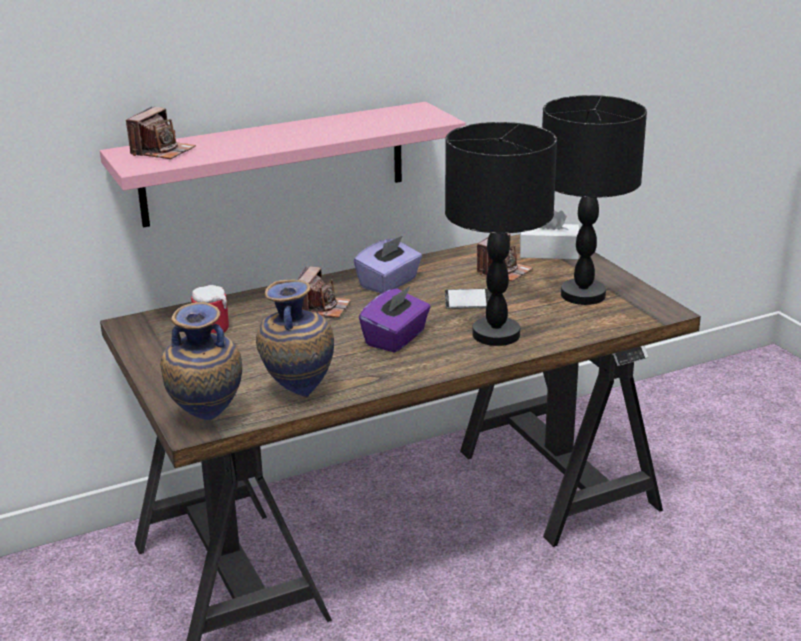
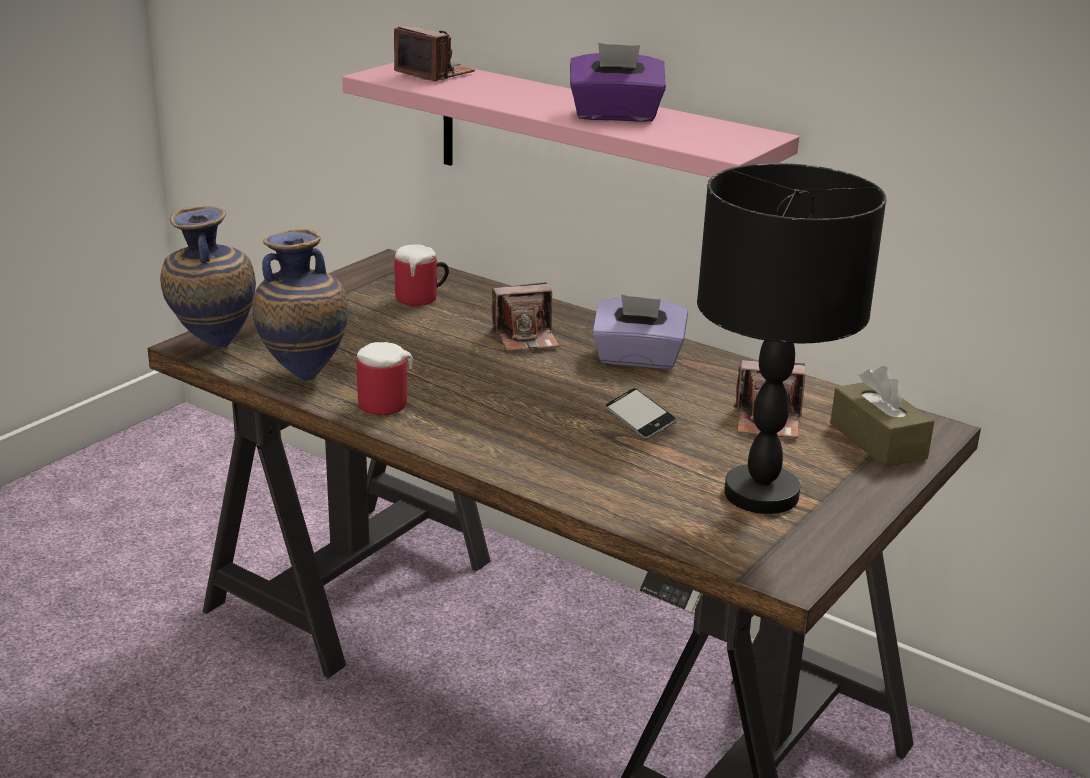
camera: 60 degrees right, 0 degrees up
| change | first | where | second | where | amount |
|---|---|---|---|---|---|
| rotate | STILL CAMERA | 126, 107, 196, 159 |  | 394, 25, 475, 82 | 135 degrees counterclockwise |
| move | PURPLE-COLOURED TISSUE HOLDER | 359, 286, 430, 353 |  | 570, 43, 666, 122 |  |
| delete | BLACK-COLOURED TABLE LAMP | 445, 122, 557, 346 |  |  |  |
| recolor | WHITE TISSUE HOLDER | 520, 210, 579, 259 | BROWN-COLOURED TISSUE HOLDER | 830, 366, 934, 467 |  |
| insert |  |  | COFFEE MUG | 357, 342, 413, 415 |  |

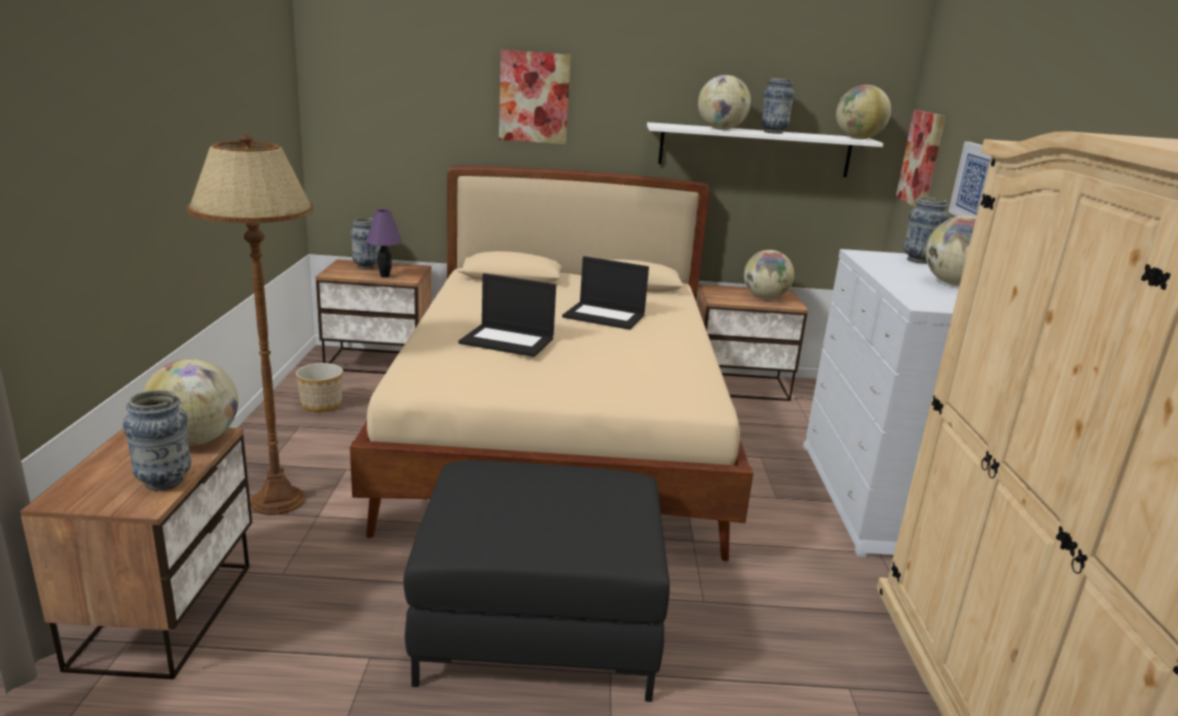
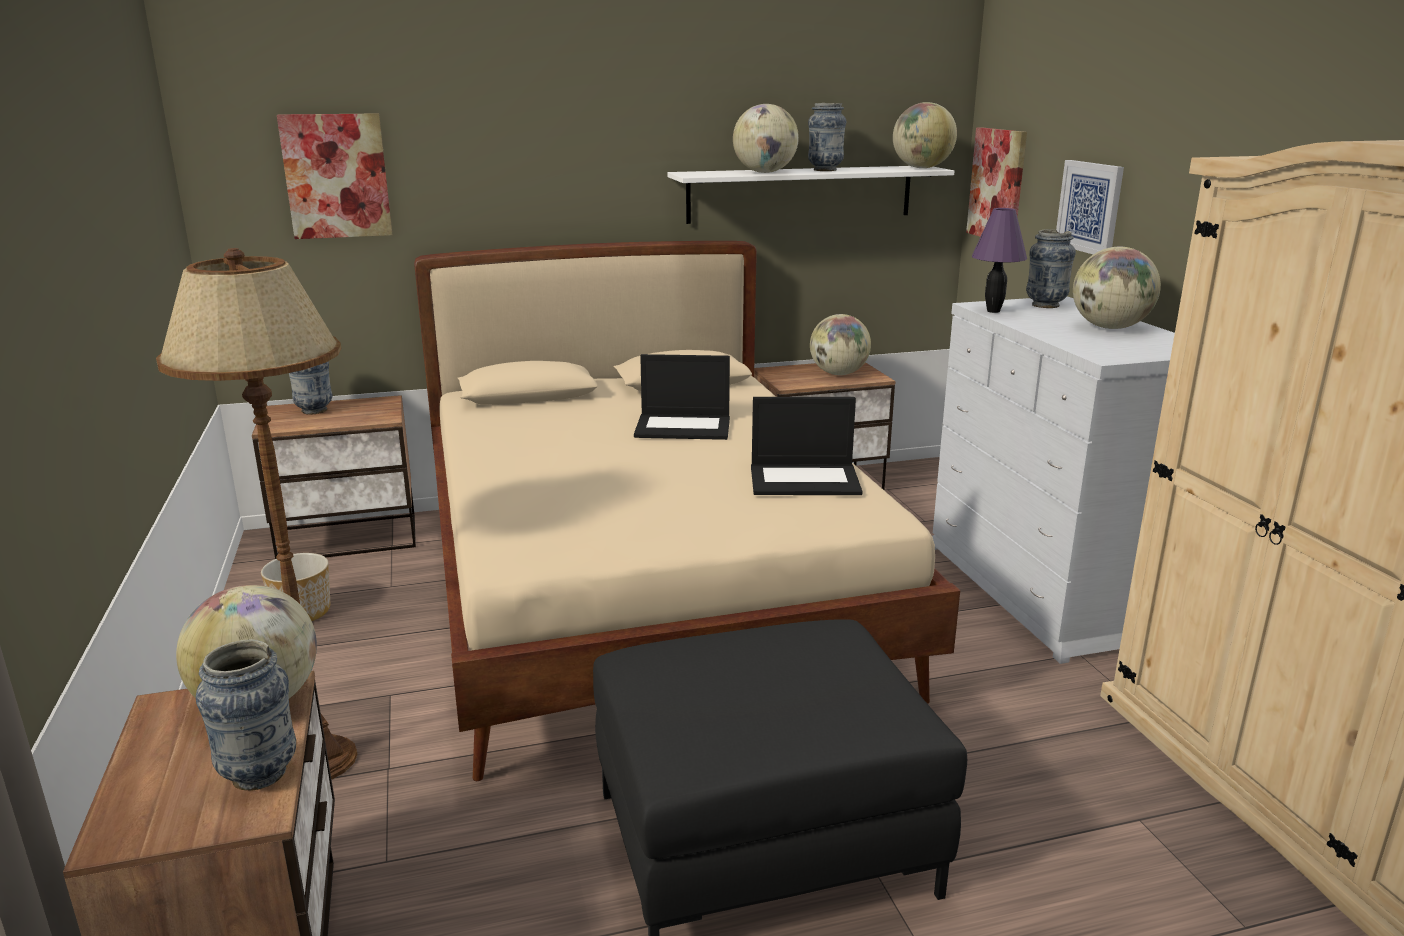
camera: 15 degrees left, 0 degrees up
| change | first | where | second | where | amount |
|---|---|---|---|---|---|
| move | PURPLE-COLOURED TABLE LAMP | 366, 209, 402, 278 |  | 972, 208, 1027, 313 |  |
| move | LAPTOP | 458, 273, 556, 357 |  | 751, 397, 863, 495 |  |
| move | WALL PICTURE | 499, 50, 571, 144 |  | 277, 113, 392, 239 |  |

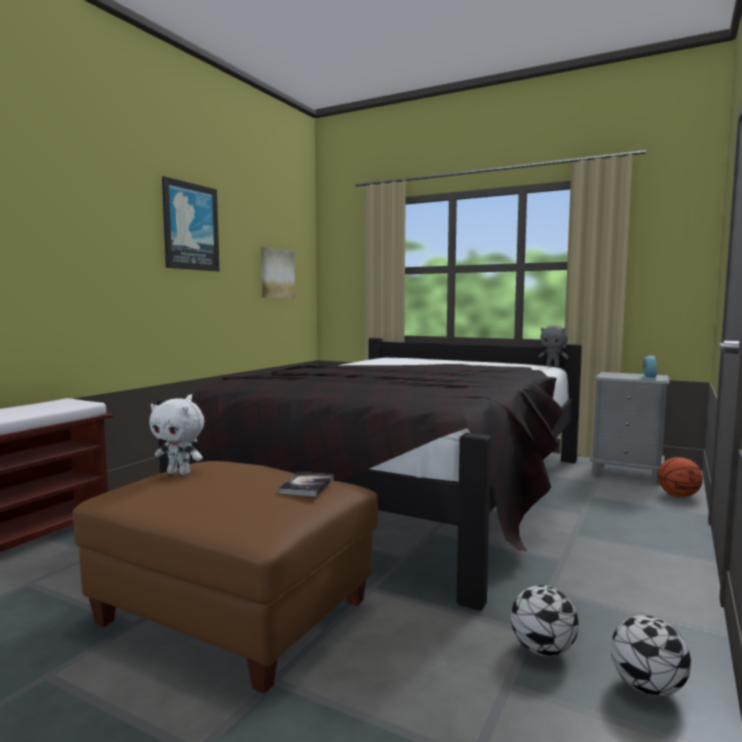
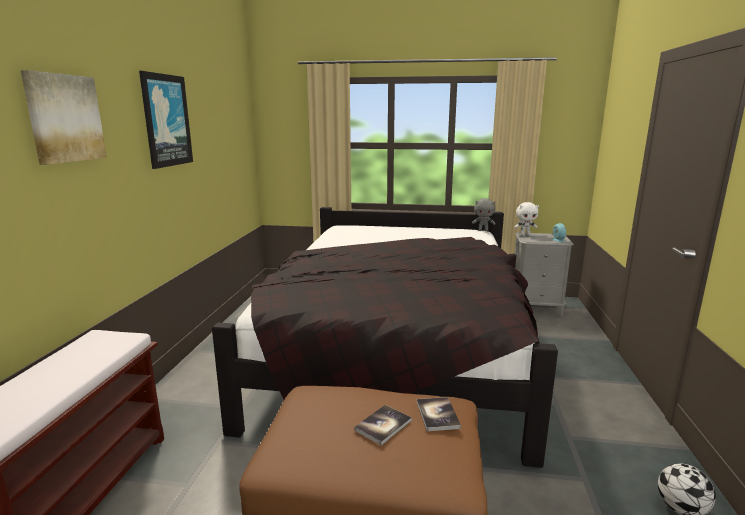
camera: 20 degrees left, 10 degrees up
| change | first | where | second | where | amount |
|---|---|---|---|---|---|
| move | WHITE SOFT TOY | 149, 399, 204, 475 |  | 514, 202, 539, 235 |  |
| move | WALL PICTURE | 261, 247, 295, 298 |  | 20, 70, 107, 165 |  |
| delete | BALL FOR FOOTBALL | 511, 585, 579, 656 |  |  |  |
| delete | BASKETBALL | 658, 457, 703, 497 |  |  |  |
| insert |  |  | BOUND BOOK | 354, 405, 412, 446 |  |

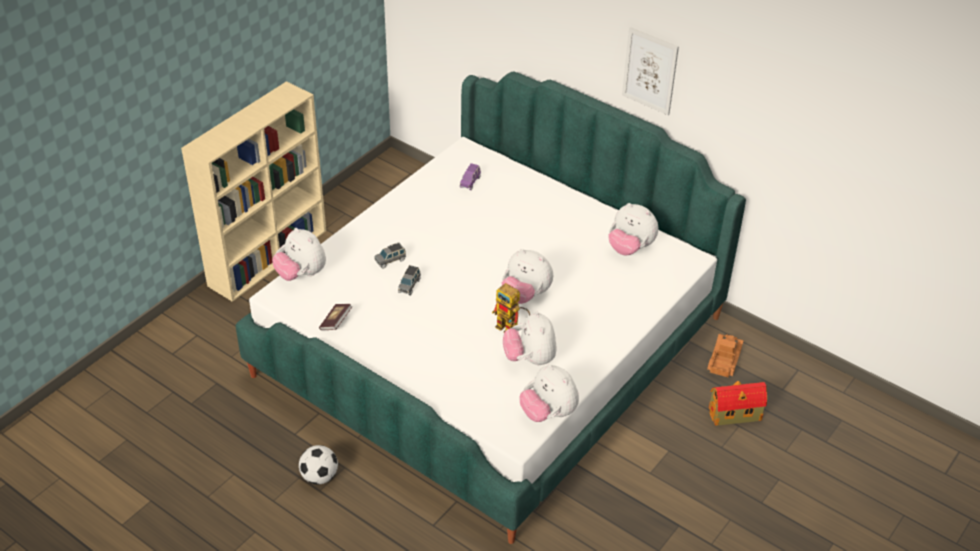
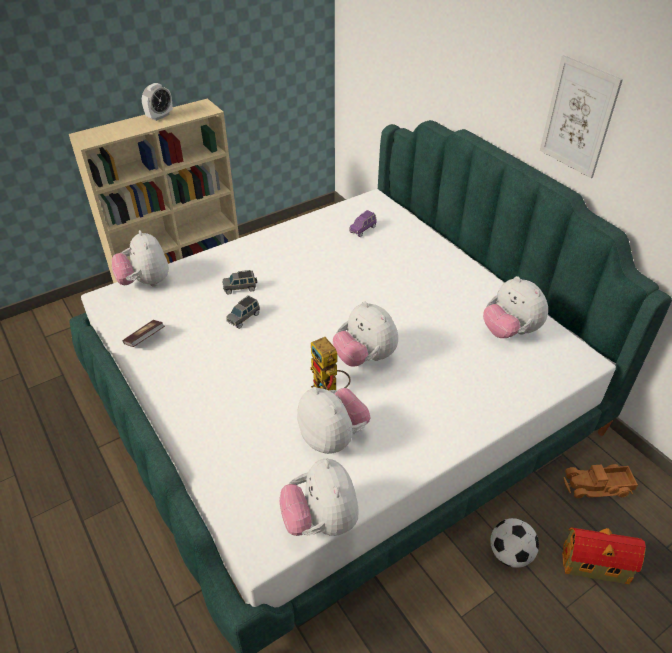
camera: 20 degrees right, 0 degrees up
| change | first | where | second | where | amount |
|---|---|---|---|---|---|
| move | BALL FOR FOOTBALL | 299, 445, 338, 484 |  | 490, 518, 539, 568 |  |
| rotate | SOFT TOY | 503, 312, 557, 365 |  | 297, 387, 371, 454 | 135 degrees clockwise |
| rotate | TOY LORRY | 707, 334, 744, 377 |  | 563, 464, 638, 498 | 135 degrees counterclockwise |
| insert |  |  | ALARM CLOCK | 142, 83, 173, 121 |  |

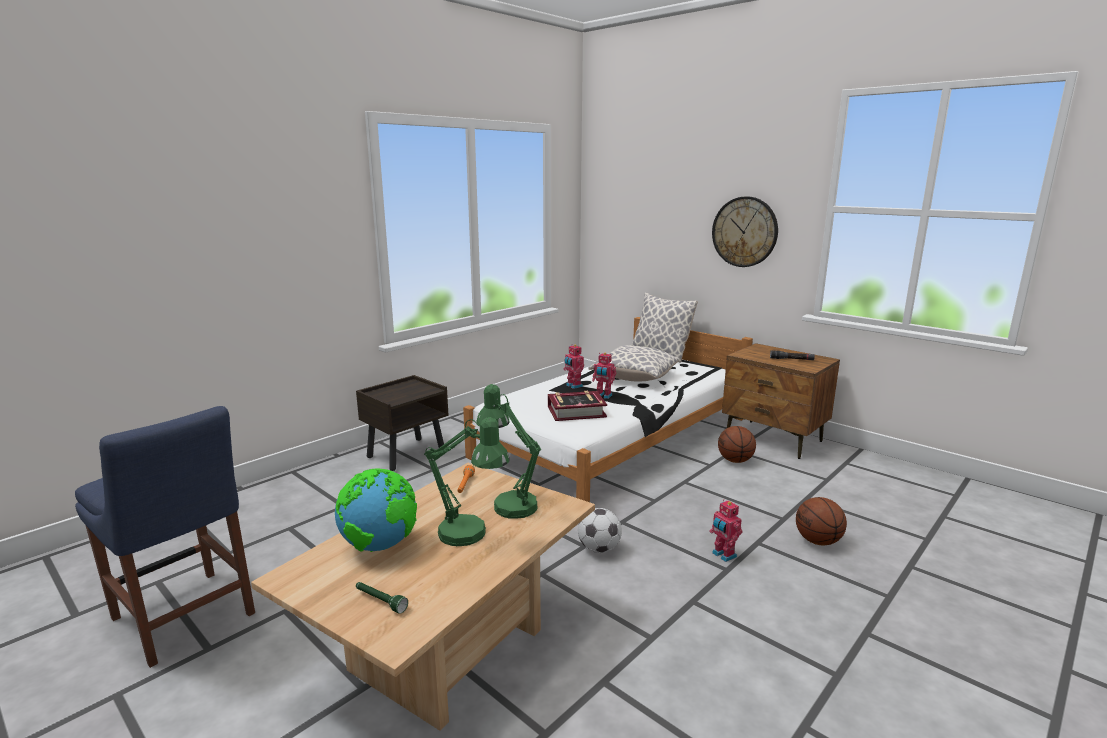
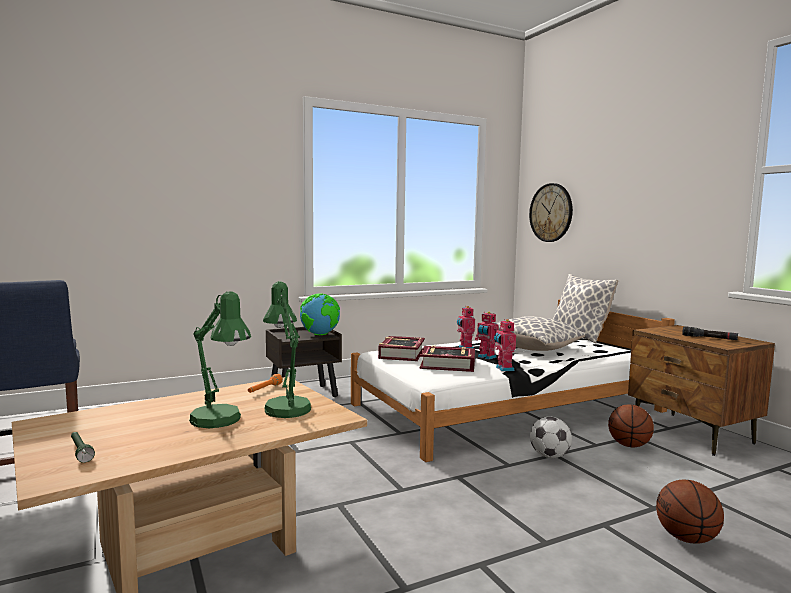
camera: 20 degrees right, 10 degrees down
| change | first | where | second | where | amount |
|---|---|---|---|---|---|
| move | WORLD GLOBE | 335, 469, 417, 552 |  | 300, 293, 340, 335 |  |
| move | BALL FOR FOOTBALL | 578, 508, 622, 553 |  | 530, 417, 572, 458 |  |
| move | MODEL ROBOT | 710, 499, 743, 562 |  | 494, 319, 516, 371 |  |
| move | HANGING CLOCK | 712, 196, 778, 267 |  | 529, 183, 573, 242 |  |
| insert |  |  | BOUND BOOK | 378, 336, 425, 361 |  |

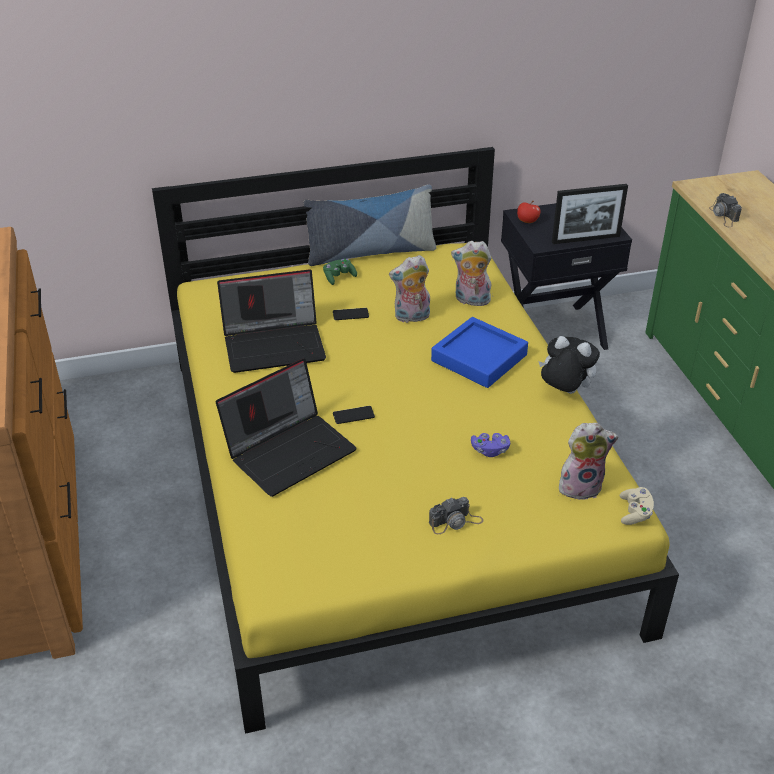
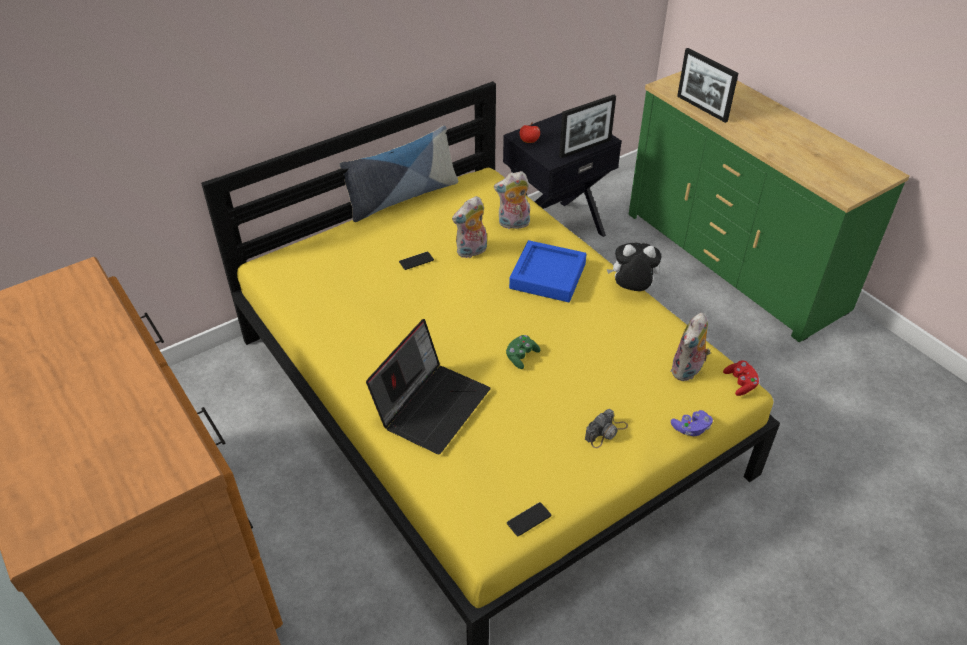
camera: 20 degrees left, 5 degrees up
| change | first | where | second | where | amount |
|---|---|---|---|---|---|
| delete | LAPTOP | 217, 269, 326, 373 |  |  |  |
| move | GREEN GAME CONTROLLER | 323, 259, 357, 285 |  | 506, 335, 540, 369 |  |
| move | PHONE | 333, 406, 375, 424 |  | 507, 502, 551, 536 |  |
| move | PURPLE-COLOURED GAME CONTROLLER | 471, 433, 510, 457 |  | 671, 410, 713, 436 |  |
| rotate | SOFT TOY | 559, 423, 618, 500 |  | 671, 313, 711, 381 | 150 degrees clockwise |
| recolor | BEIGE GAME CONTROLLER | 620, 487, 654, 525 | RED GAME CONTROLLER | 723, 360, 759, 396 |  |
| replace | STILL CAMERA | 709, 193, 742, 227 | PICTURE FRAME | 677, 48, 739, 123 |  |

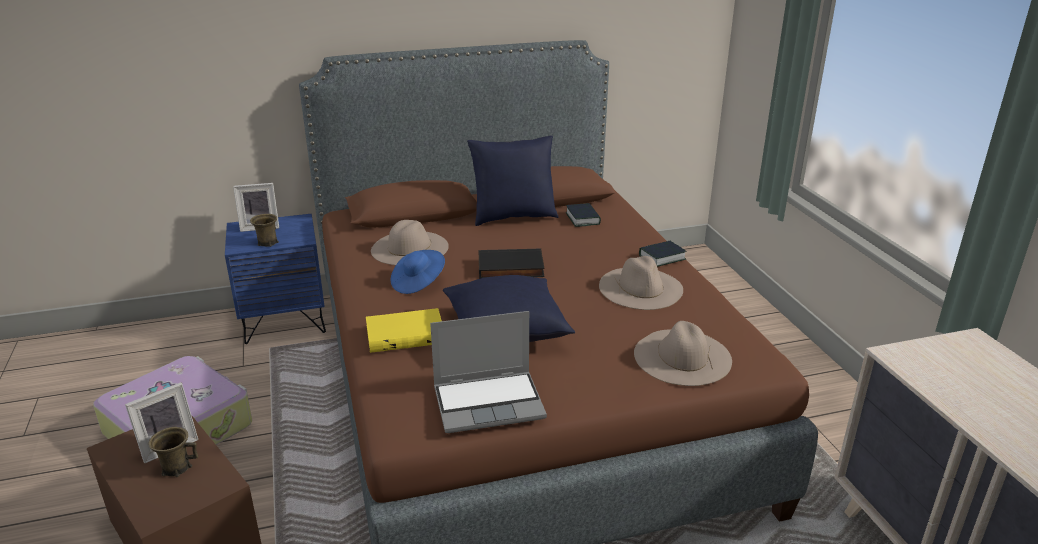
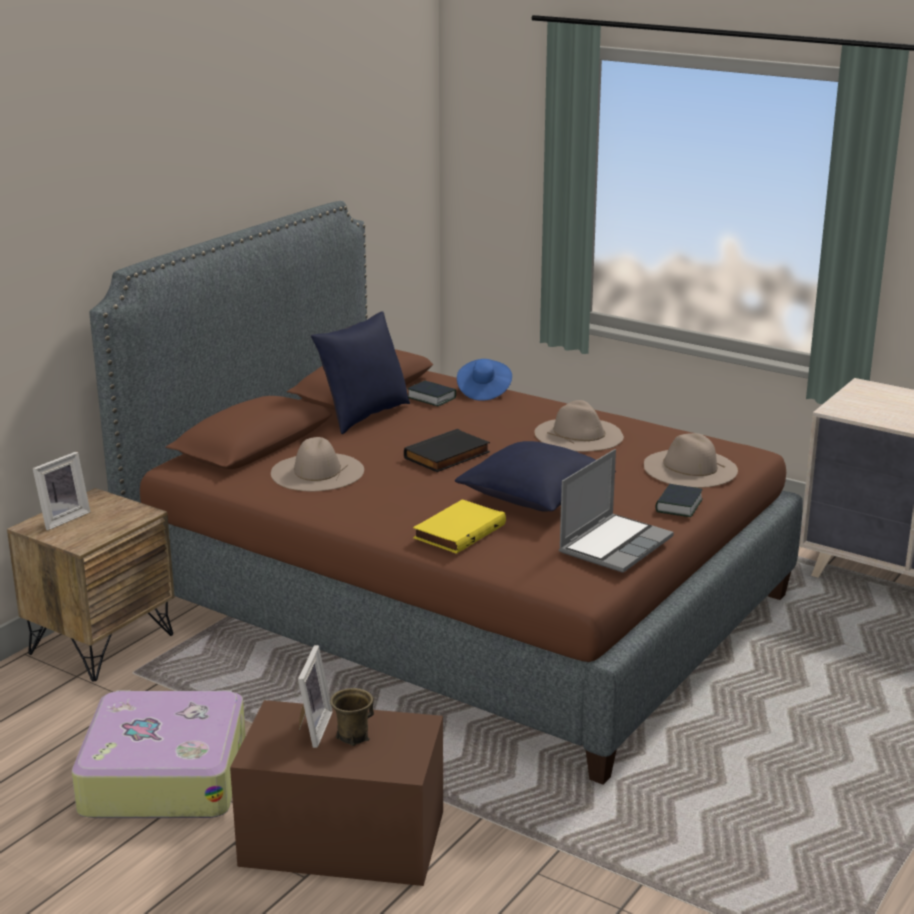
camera: 40 degrees left, 5 degrees down
| change | first | where | second | where | amount |
|---|---|---|---|---|---|
| recolor | BLUE-COLOURED NIGHT TABLE | 225, 214, 326, 344 | BROWN-COLOURED NIGHT TABLE | 7, 488, 175, 681 |  |
| delete | BROWN-COLOURED COFFEE MUG | 250, 214, 279, 247 |  |  |  |
| move | BLUE-COLOURED HAT | 390, 250, 445, 294 |  | 457, 359, 512, 401 |  |
| move | BOUND BOOK | 639, 241, 686, 267 |  | 655, 484, 703, 517 |  |

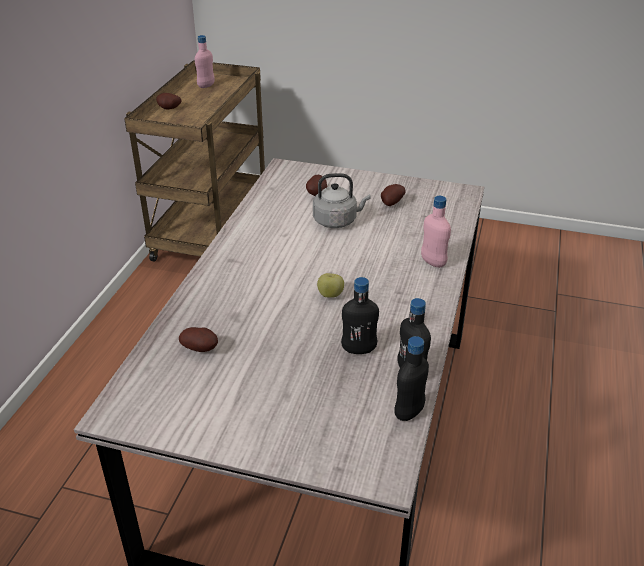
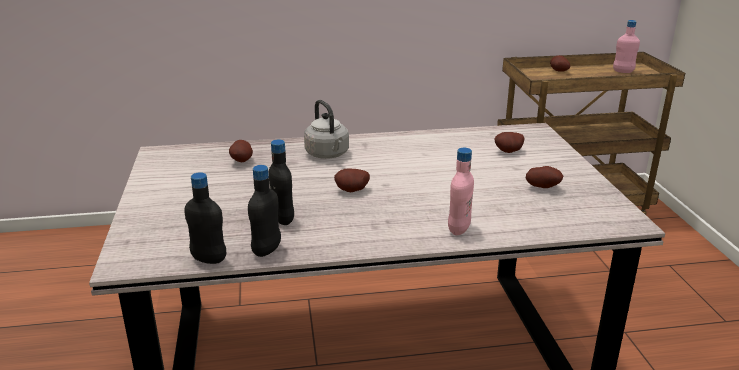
camera: 65 degrees right, 10 degrees down
| change | first | where | second | where | amount |
|---|---|---|---|---|---|
| move | GREY WATER KETTLE | 313, 173, 371, 228 |  | 304, 100, 349, 159 |  |
| replace | APPLE | 317, 273, 344, 297 | WHOLE POTATO | 334, 169, 370, 192 |  |

